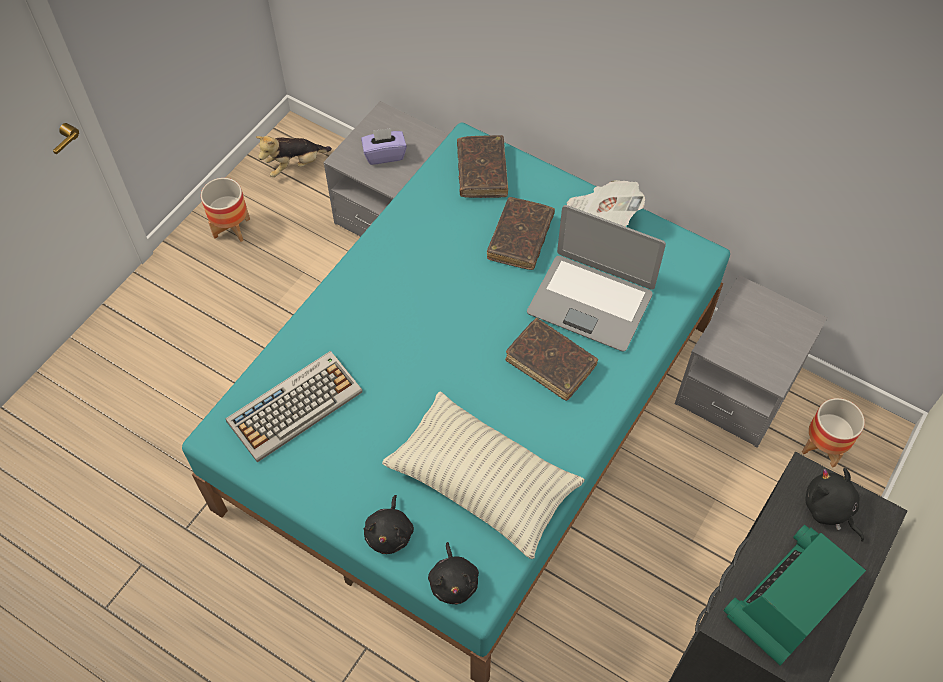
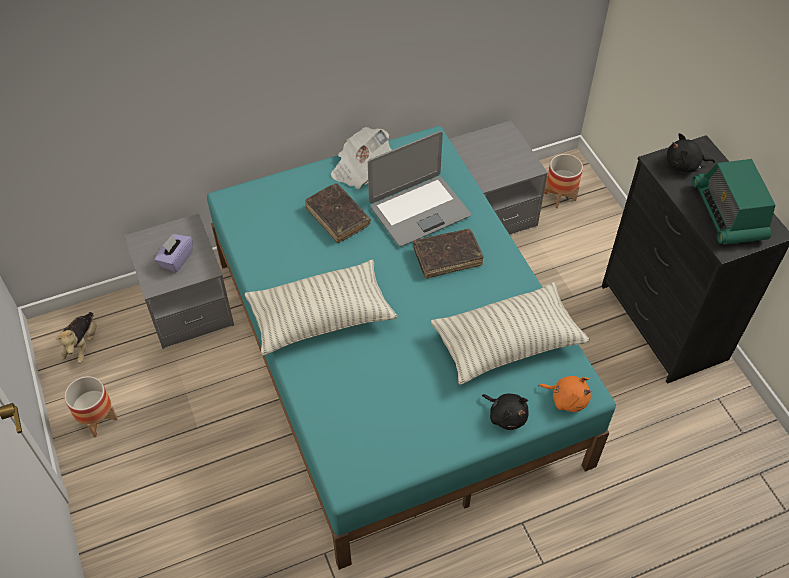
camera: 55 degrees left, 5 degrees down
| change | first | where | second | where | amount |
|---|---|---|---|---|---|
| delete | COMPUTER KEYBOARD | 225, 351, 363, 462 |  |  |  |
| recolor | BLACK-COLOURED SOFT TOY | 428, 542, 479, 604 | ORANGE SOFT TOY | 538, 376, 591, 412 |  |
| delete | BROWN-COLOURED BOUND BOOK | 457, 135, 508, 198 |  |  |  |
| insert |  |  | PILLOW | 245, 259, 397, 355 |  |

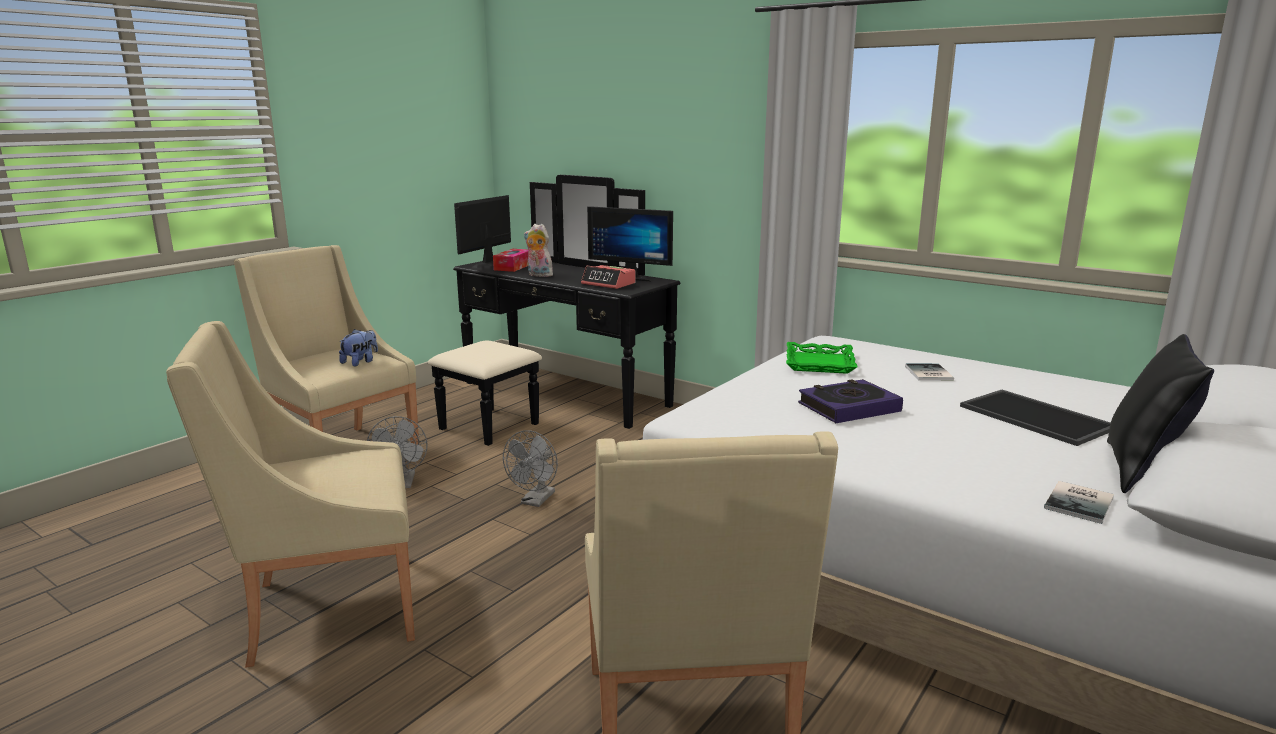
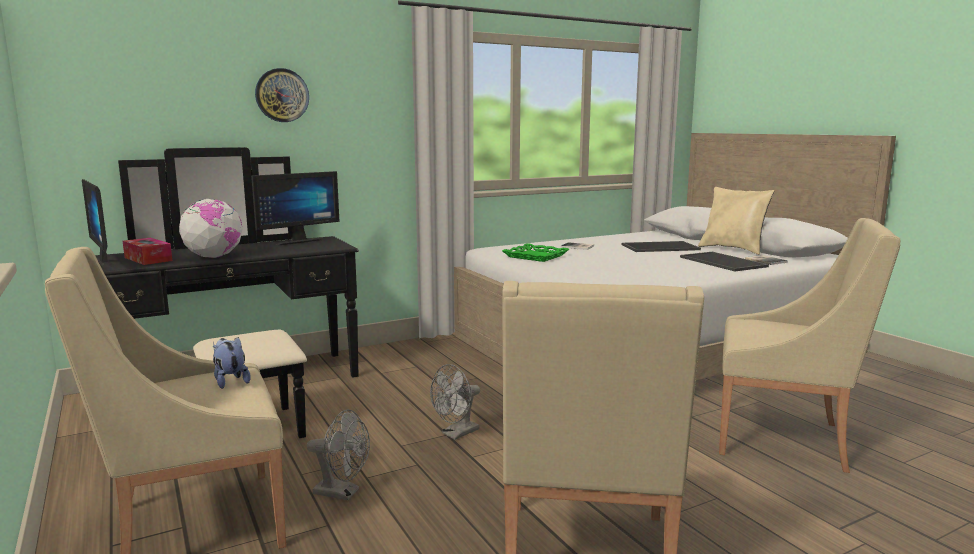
camera: 65 degrees left, 5 degrees down
| change | first | where | second | where | amount |
|---|---|---|---|---|---|
| rotate | GREY FAN | 503, 430, 558, 507 |  | 430, 364, 480, 440 | 90 degrees clockwise |
| replace | SOFT TOY | 524, 224, 553, 277 | WORLD GLOBE | 179, 199, 243, 258 |  |
| delete | ALARM CLOCK | 581, 265, 635, 289 |  |  |  |
| delete | BOUND BOOK | 798, 379, 903, 423 |  |  |  |
| recolor | BLACK-COLOURED PILLOW | 1107, 334, 1214, 493 | BEIGE PILLOW | 698, 187, 774, 255 |  |
| insert |  |  | HANGING CLOCK | 255, 68, 309, 122 |  |
| insert |  |  | CARRYING TRAY | 680, 252, 769, 271 |  |

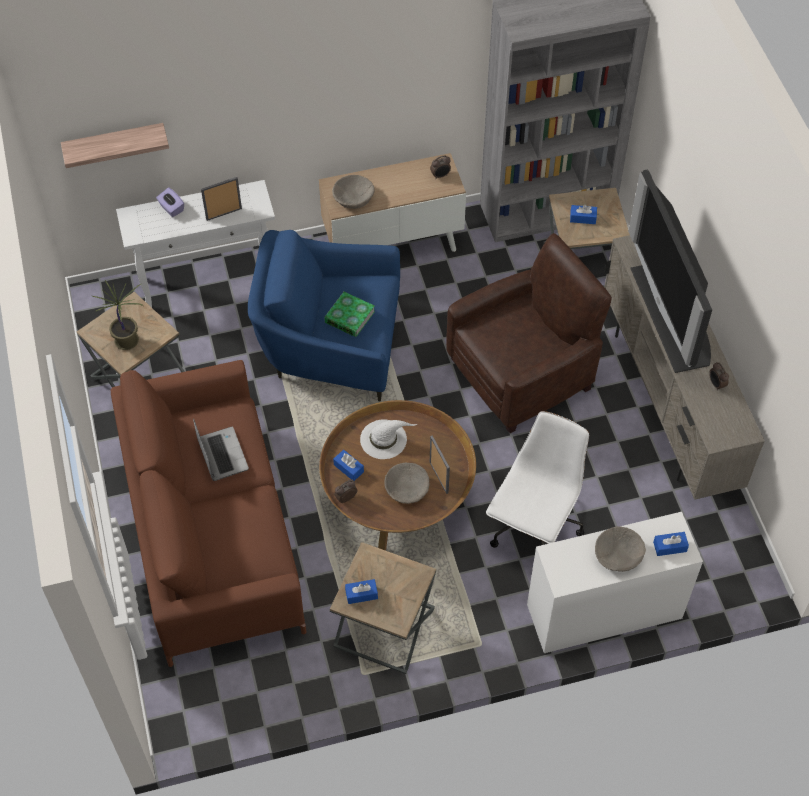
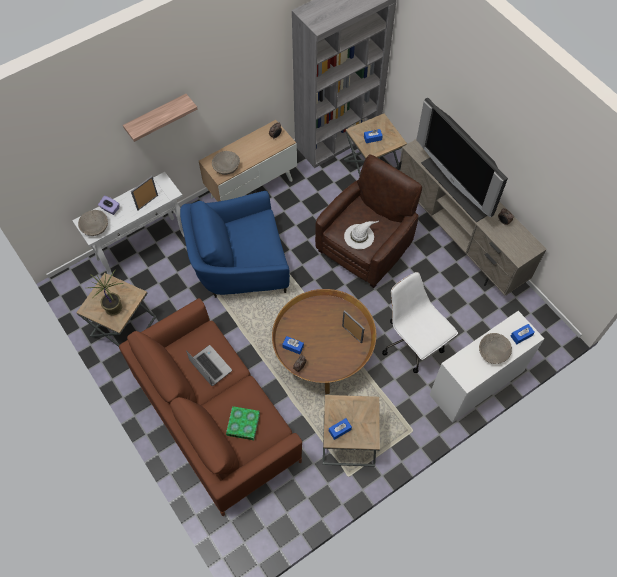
camera: 20 degrees left, 5 degrees up
| change | first | where | second | where | amount |
|---|---|---|---|---|---|
| move | WALL SHELF | 61, 123, 169, 168 |  | 123, 94, 197, 142 |  |
| move | BOUND BOOK | 324, 292, 375, 337 |  | 226, 406, 260, 440 |  |
| move | WHITE HAT | 360, 419, 417, 459 |  | 344, 221, 379, 249 |  |
| move | BEIGE DEEP DISH | 384, 462, 429, 504 |  | 78, 210, 108, 236 |  |
| rotate | WHITE COMPUTER CHAIR | 486, 411, 589, 548 |  | 382, 272, 458, 373 | 45 degrees counterclockwise |

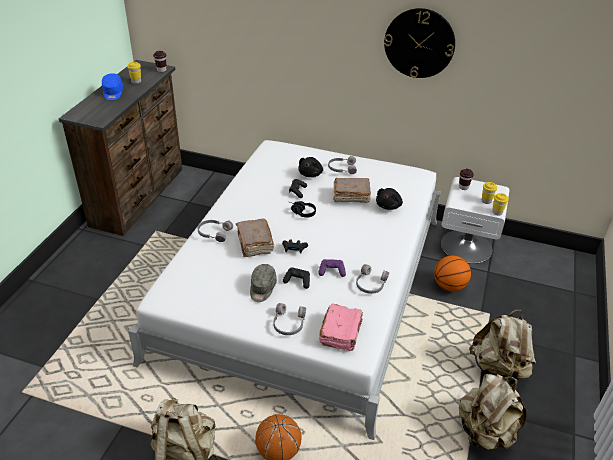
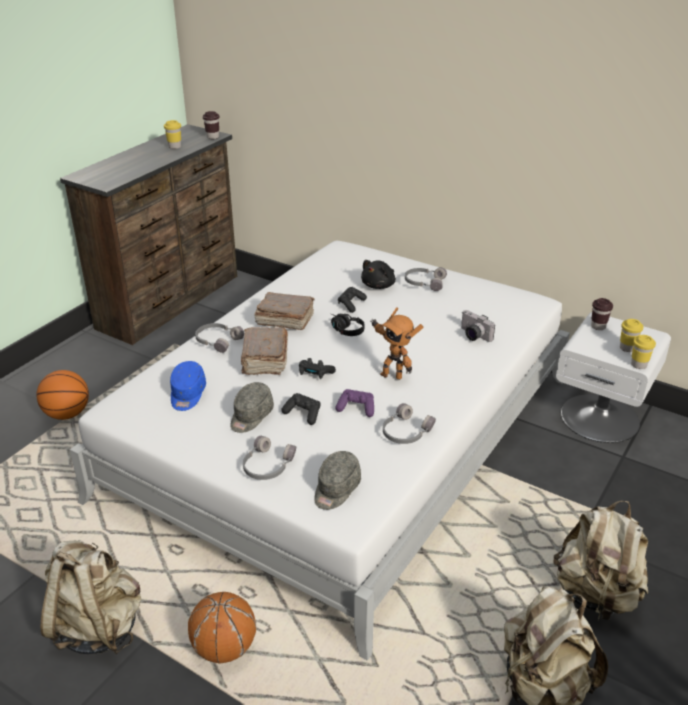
camera: 15 degrees right, 5 degrees down
| change | first | where | second | where | amount |
|---|---|---|---|---|---|
| move | BLUE-COLOURED PEAKED CAP | 102, 73, 123, 100 |  | 170, 361, 206, 411 |  |
| replace | PINK BOUND BOOK | 319, 304, 363, 351 | GREY PEAKED CAP | 314, 451, 361, 510 |  |
| move | BROWN-COLOURED BOUND BOOK | 333, 178, 371, 203 |  | 254, 292, 314, 330 |  |
| replace | BLACK-COLOURED SOFT TOY | 376, 188, 403, 210 | STILL CAMERA | 461, 310, 495, 342 |  |
| delete | HANGING CLOCK | 384, 8, 455, 78 |  |  |  |
| move | BASKETBALL | 434, 255, 471, 292 |  | 37, 370, 89, 420 |  |
| insert |  |  | MODEL ROBOT | 370, 307, 424, 380 |  |

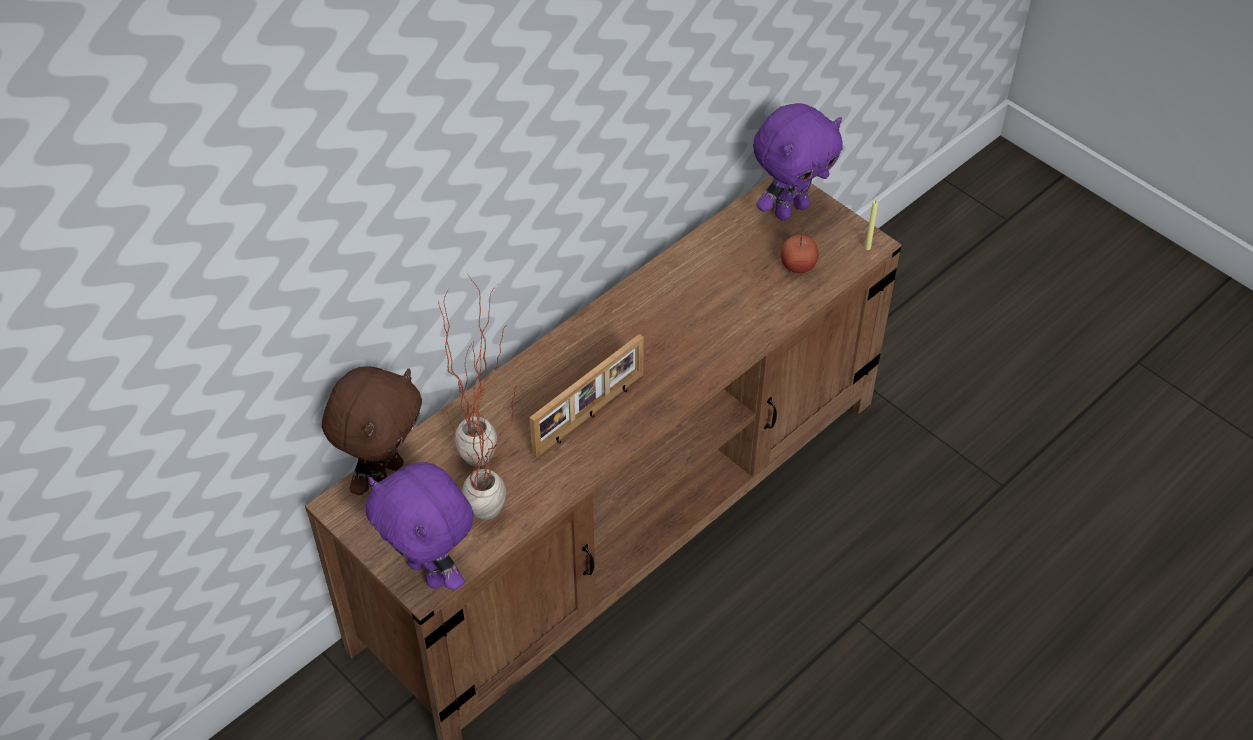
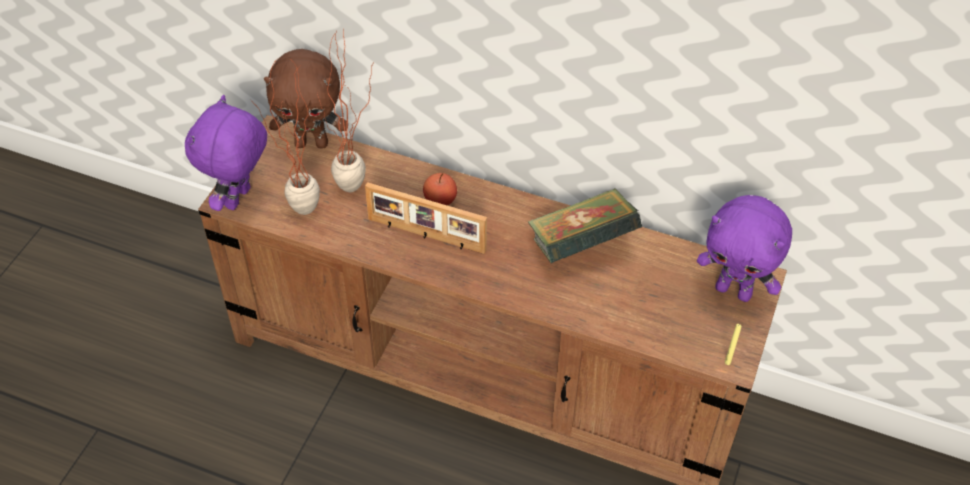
camera: 65 degrees right, 0 degrees up
| change | first | where | second | where | amount |
|---|---|---|---|---|---|
| move | APPLE | 781, 233, 818, 273 |  | 423, 173, 457, 206 |  |
| insert |  |  | BOUND BOOK | 528, 189, 642, 263 |  |

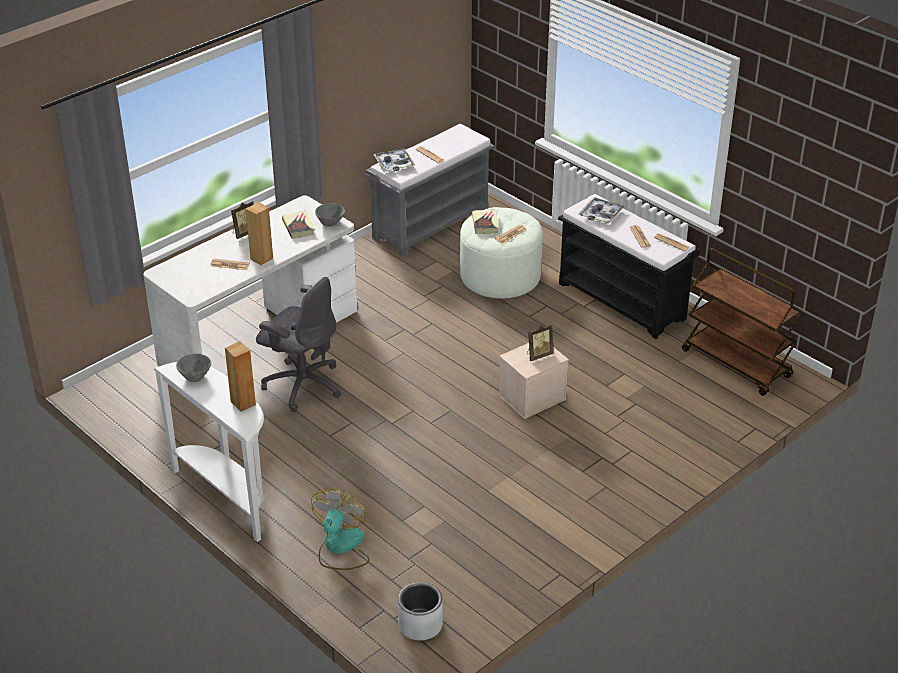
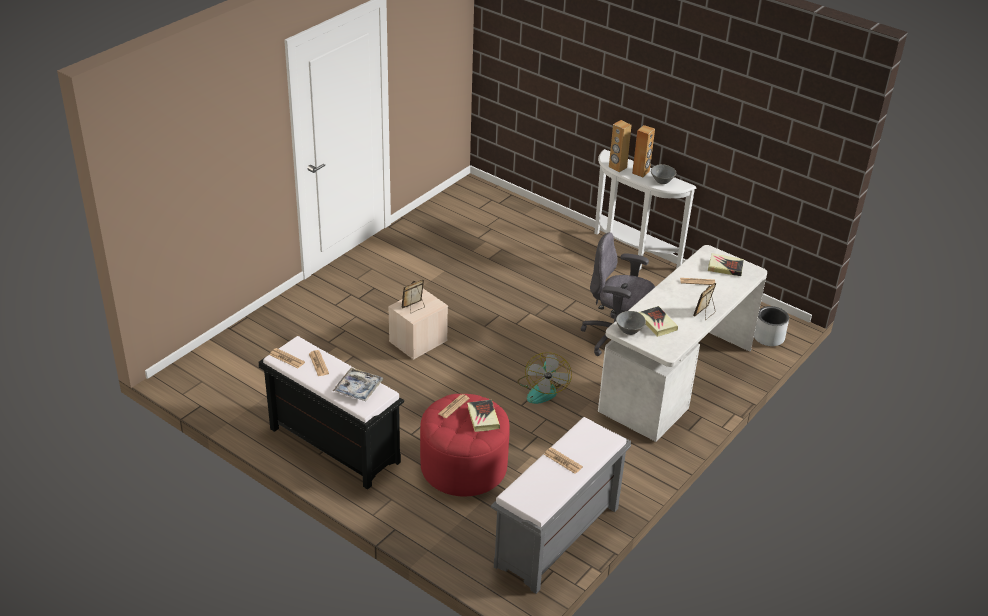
camera: 170 degrees right, 0 degrees up
| change | first | where | second | where | amount |
|---|---|---|---|---|---|
| move | BROWN-COLOURED SPEAKER | 246, 202, 273, 265 |  | 632, 125, 655, 177 |  |
| move | FAN | 311, 488, 370, 570 |  | 517, 352, 572, 404 |  |
| delete | CARRYING TRAY | 373, 148, 415, 172 |  |  |  |
| move | GREY PLANTER | 398, 582, 443, 640 |  | 754, 306, 789, 346 |  |
| recolor | WHITE FOOTREST | 460, 207, 543, 299 | RED FOOTREST | 420, 394, 510, 496 |  |
| delete | BROWN-COLOURED CART | 682, 248, 803, 396 |  |  |  |
| insert |  |  | BOUND BOOK | 708, 253, 744, 276 |  |

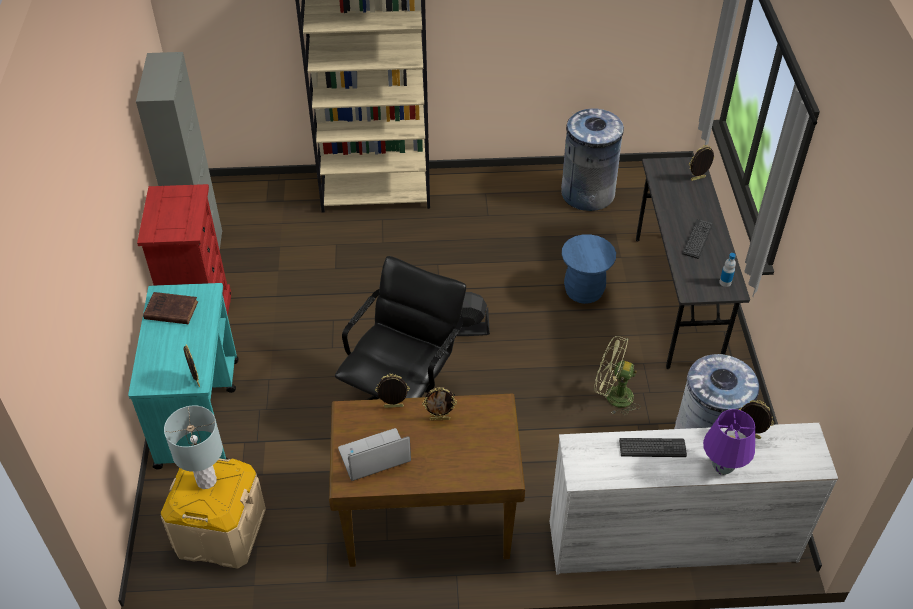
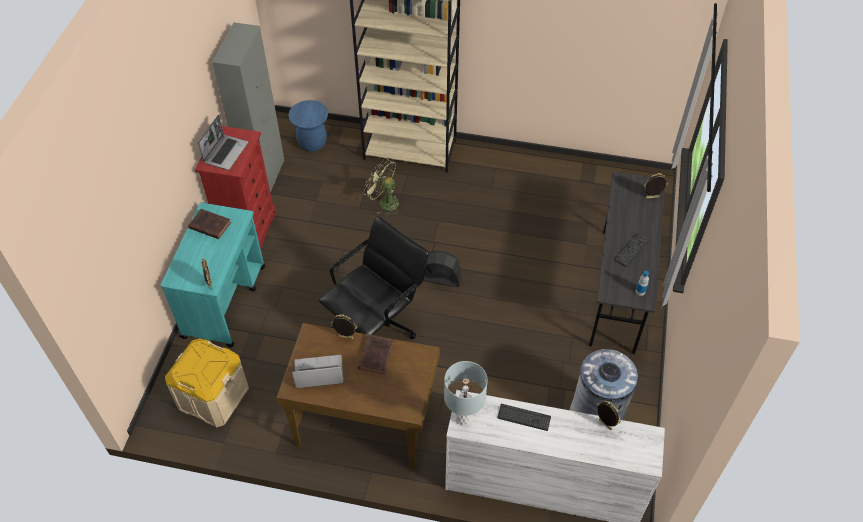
camera: 15 degrees right, 5 degrees up
| change | first | where | second | where | amount |
|---|---|---|---|---|---|
| move | GREY TABLE LAMP | 164, 405, 223, 489 |  | 444, 361, 488, 426 |  |
| replace | PICTURE FRAME | 422, 387, 457, 420 | BROWN-COLOURED BOUND BOOK | 358, 334, 394, 374 |  |
| delete | GREY TRASH CAN | 561, 108, 624, 211 |  |  |  |
| move | BLUE-COLOURED SITTING STOOL | 562, 234, 616, 304 |  | 288, 100, 328, 151 |  |
| move | GREEN FAN | 594, 336, 641, 415 |  | 364, 158, 400, 215 |  |
| delete | PURPLE-COLOURED TABLE LAMP | 703, 409, 755, 475 |  |  |  |
| insert |  |  | LAPTOP | 198, 115, 248, 170 |  |

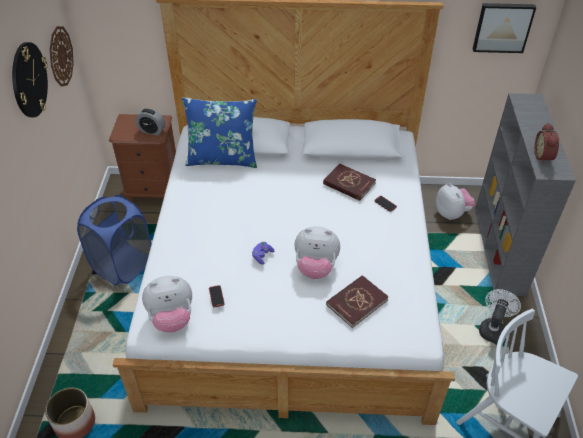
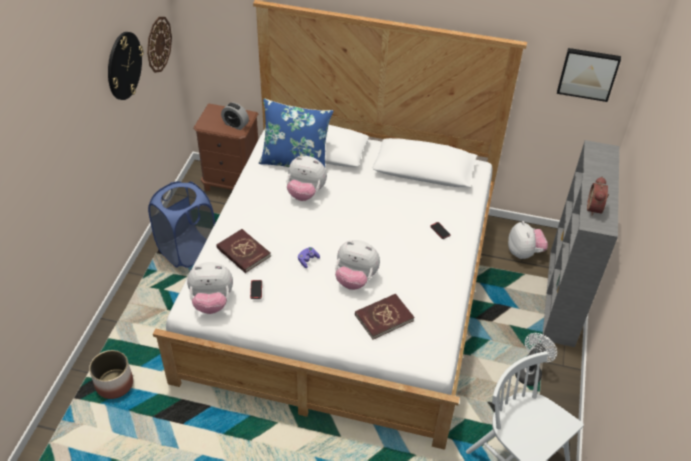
camera: 10 degrees right, 0 degrees up
| change | first | where | second | where | amount |
|---|---|---|---|---|---|
| move | RED BOUND BOOK | 323, 163, 376, 201 |  | 216, 229, 271, 273 |  |
| insert |  |  | SOFT TOY | 287, 156, 327, 201 |  |

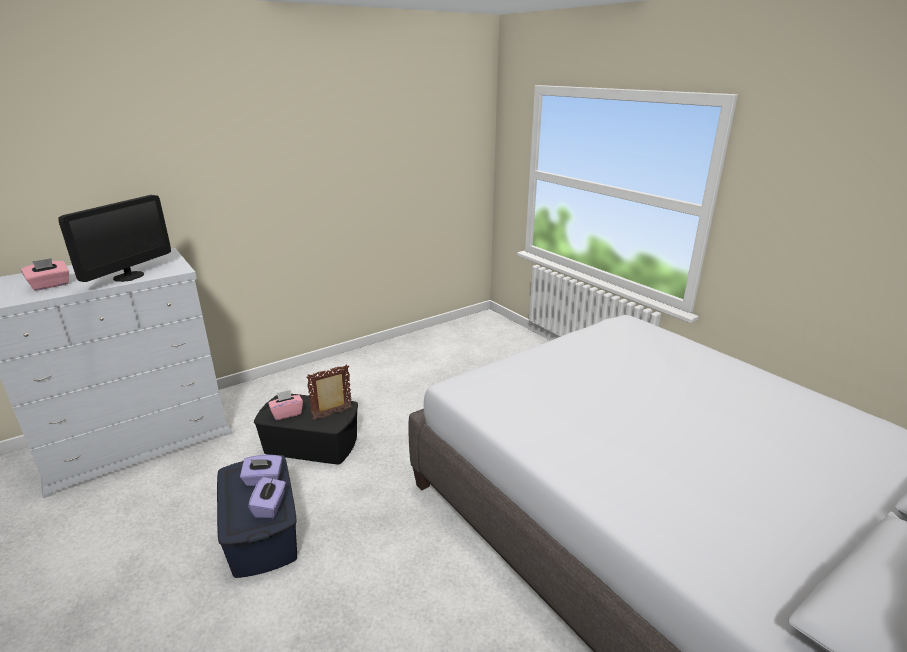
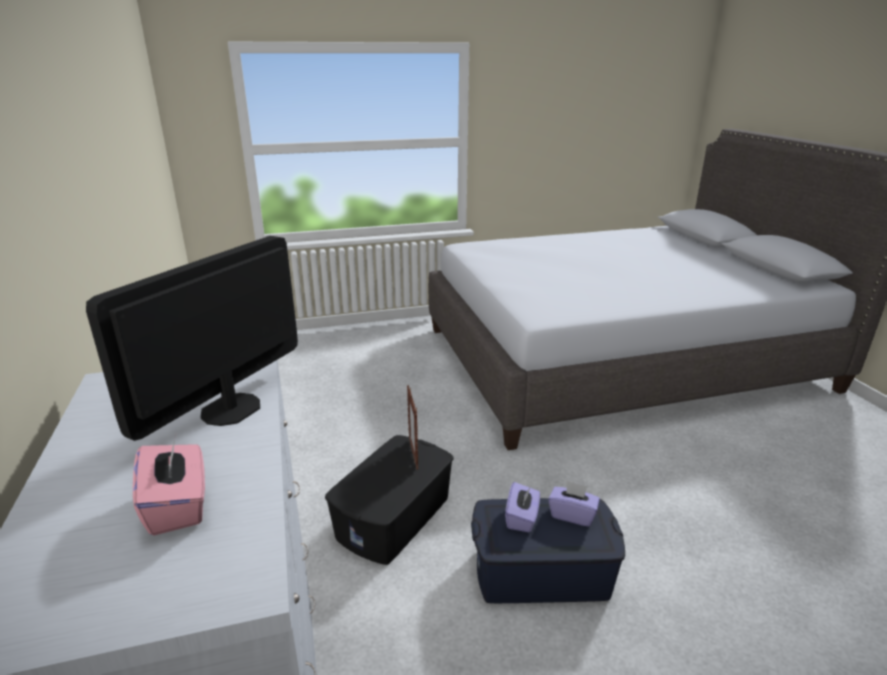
camera: 70 degrees left, 0 degrees up
| change | first | where | second | where | amount |
|---|---|---|---|---|---|
| rotate | COMPUTER DISPLAY | 59, 195, 171, 282 |  | 86, 236, 298, 441 | 105 degrees counterclockwise |
| delete | PINK TISSUE HOLDER | 268, 390, 303, 420 |  |  |  |

